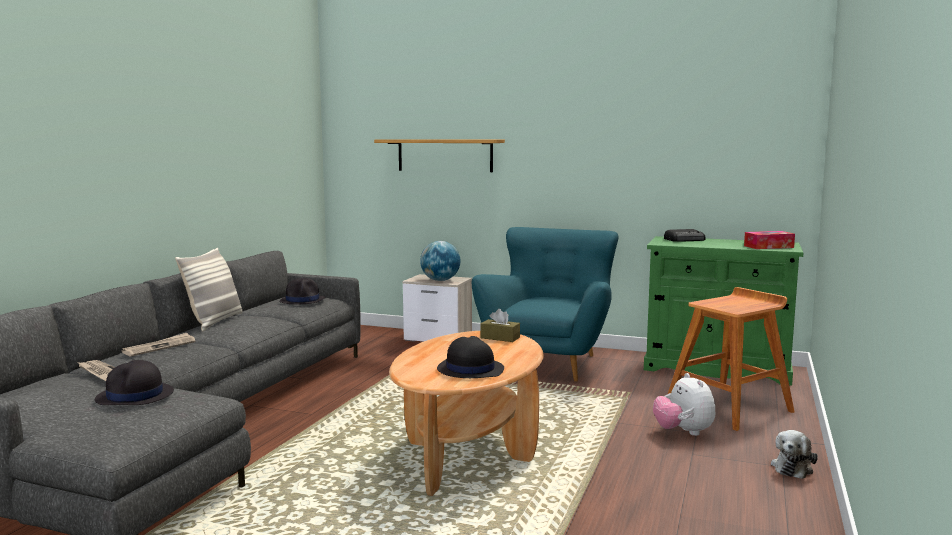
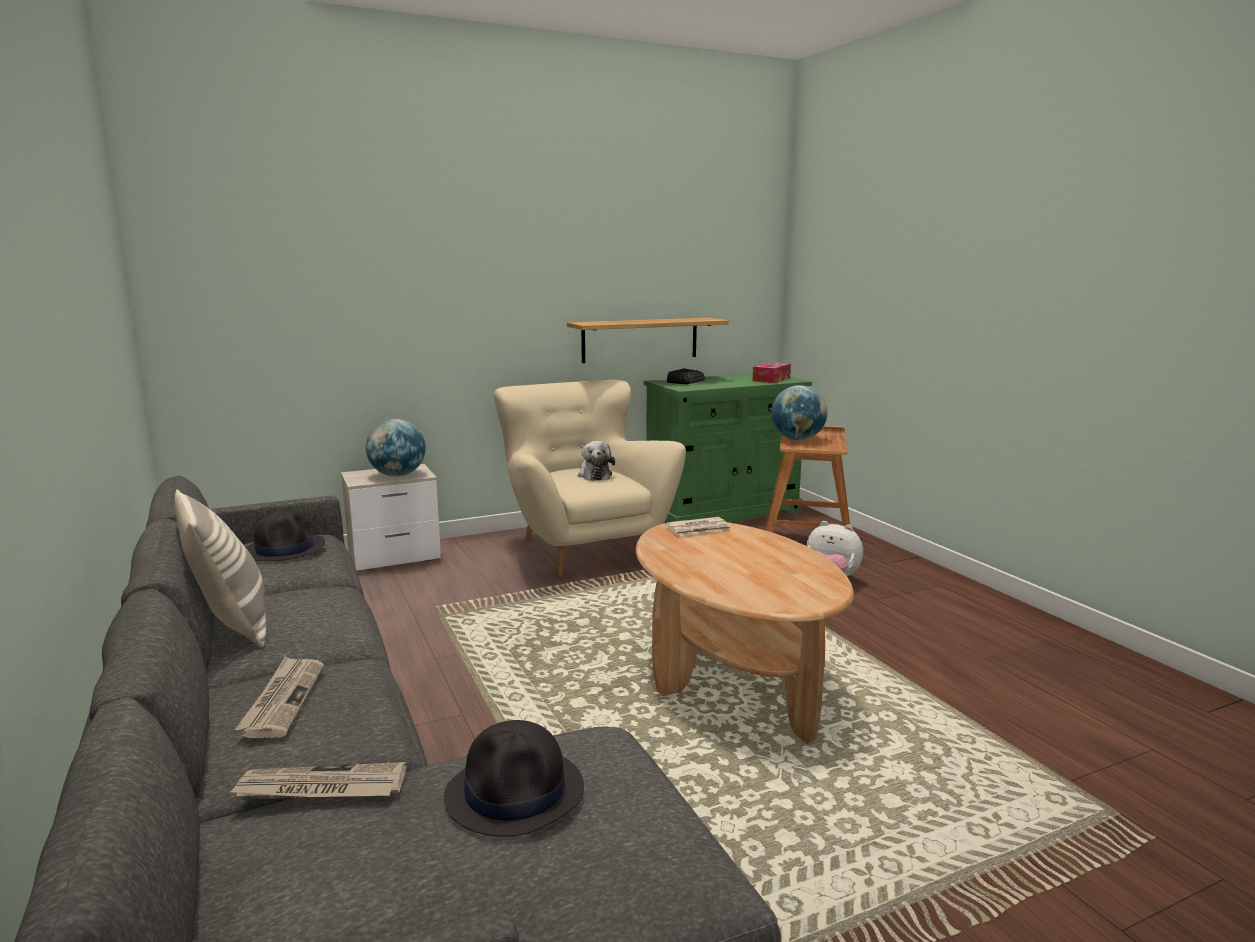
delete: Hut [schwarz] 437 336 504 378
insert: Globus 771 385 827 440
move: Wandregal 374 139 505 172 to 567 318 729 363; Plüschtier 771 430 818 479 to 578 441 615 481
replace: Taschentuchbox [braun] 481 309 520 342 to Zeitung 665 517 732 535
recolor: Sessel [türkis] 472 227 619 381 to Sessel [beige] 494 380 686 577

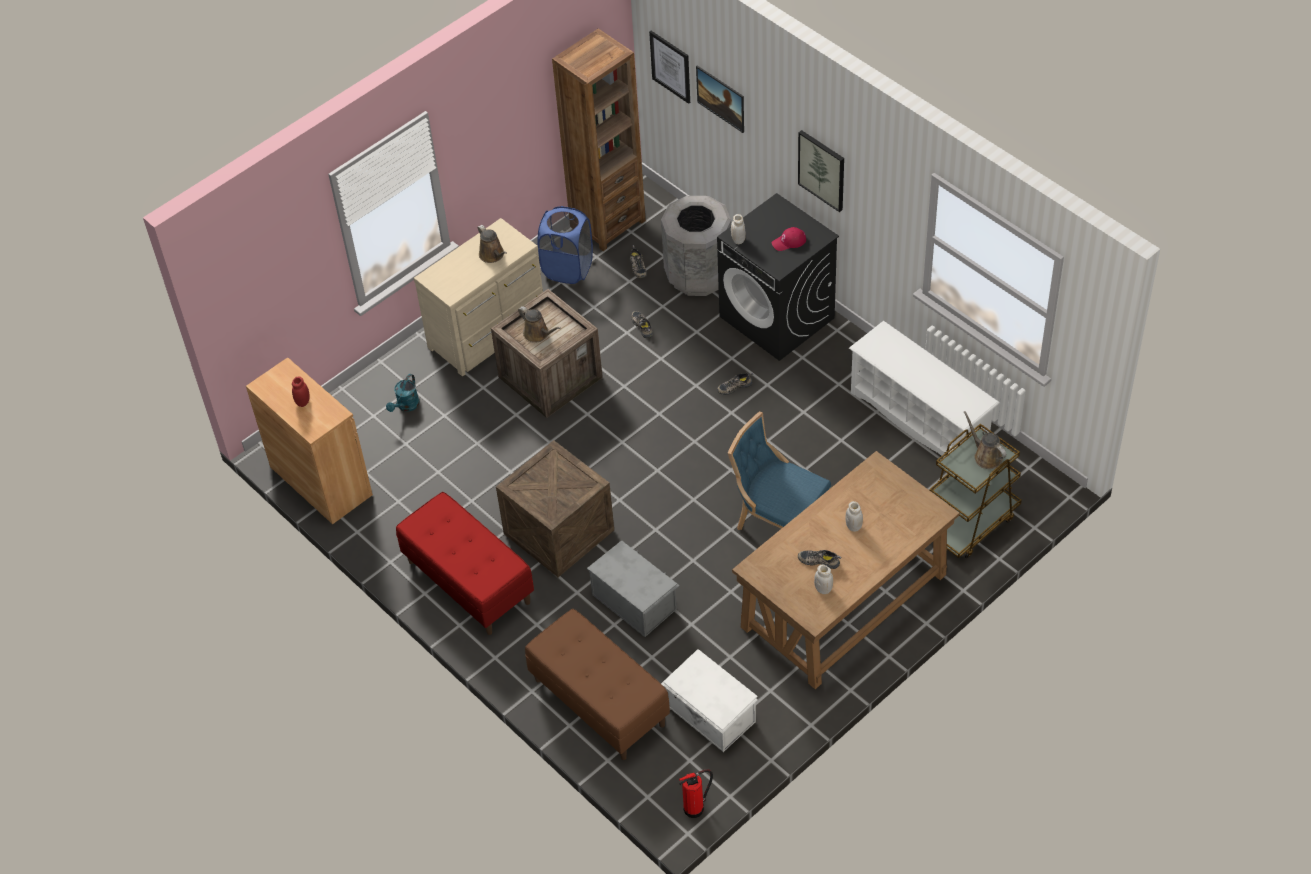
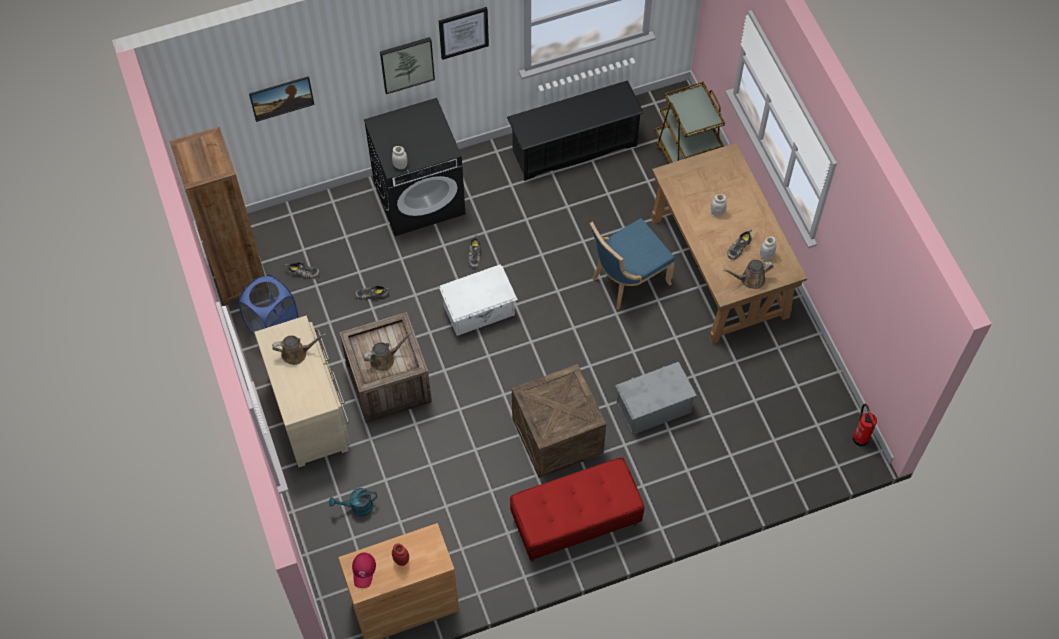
delete: Bank [braun] 525 609 670 760; Mülleimer [grau] 661 196 731 296
move: Bild 649 31 690 104 to 439 7 489 60; Aufbewahrungsbox [weiß] 661 649 758 752 to 439 264 518 336; Kappe [rot] 772 227 806 251 to 352 552 376 588; Gießkanne [braun] 964 411 1006 469 to 723 260 774 289
recolor: Schuhregal [weiß] 849 321 1000 458 to Schuhregal [schwarz] 507 80 644 181
rotate: Gießkanne [türkis] 386 374 420 412 = 329 488 377 516 120 degrees clockwise

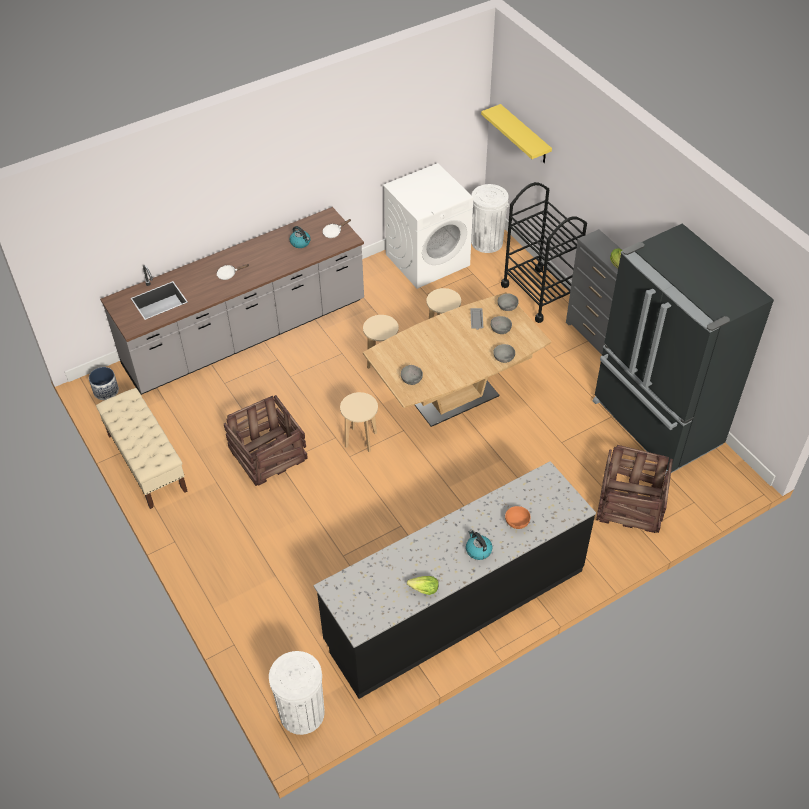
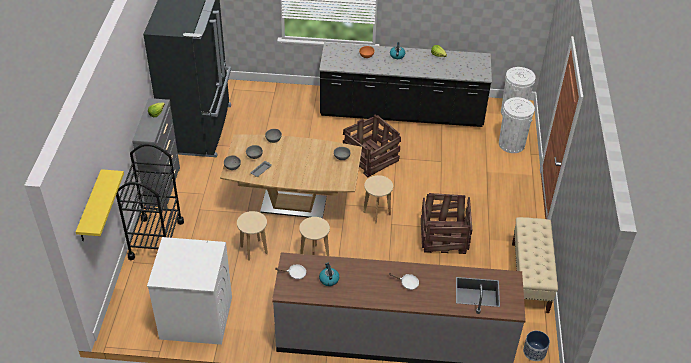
move: Mülleimer [weiß] 471 184 509 253 to 499 97 535 153; Kiste 596 445 673 533 to 343 115 401 177

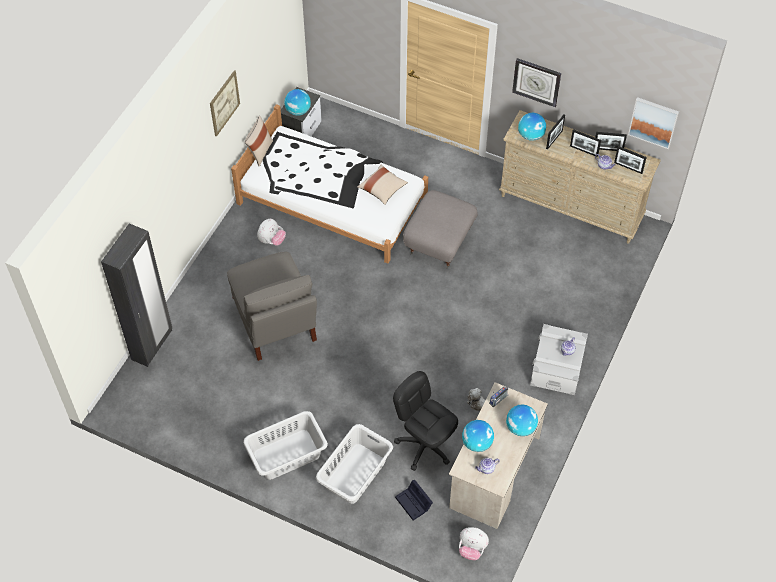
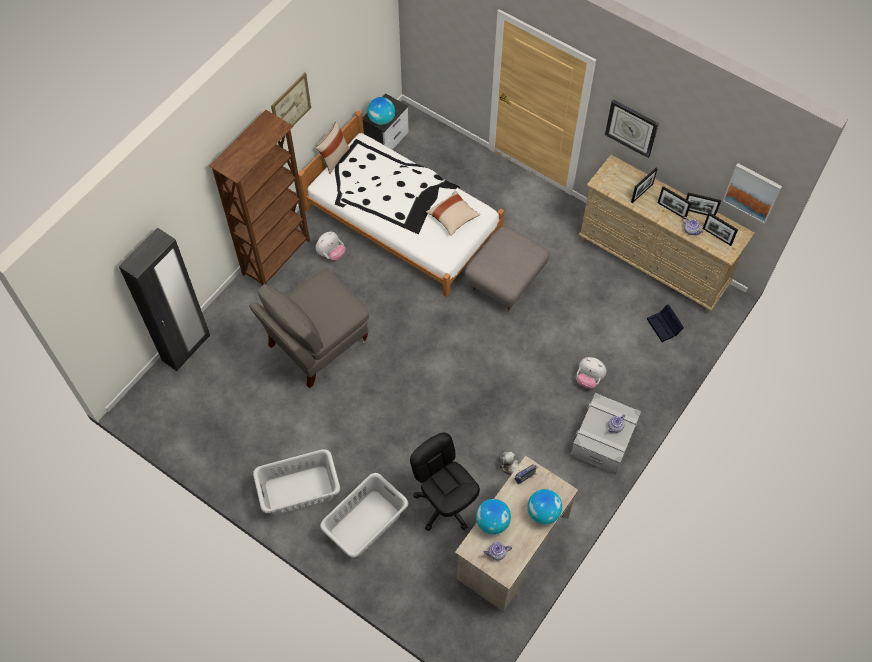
delete: Globus 518 113 546 141
insert: Bücherregal [braun] 209 110 310 286
move: Aufbewahrungsbox [schwarz] 395 480 433 521 to 647 305 684 342; Plüschtier 459 527 489 560 to 576 357 606 389
rotate: Sessel [grau] 227 252 317 361 = 249 269 369 388 60 degrees clockwise

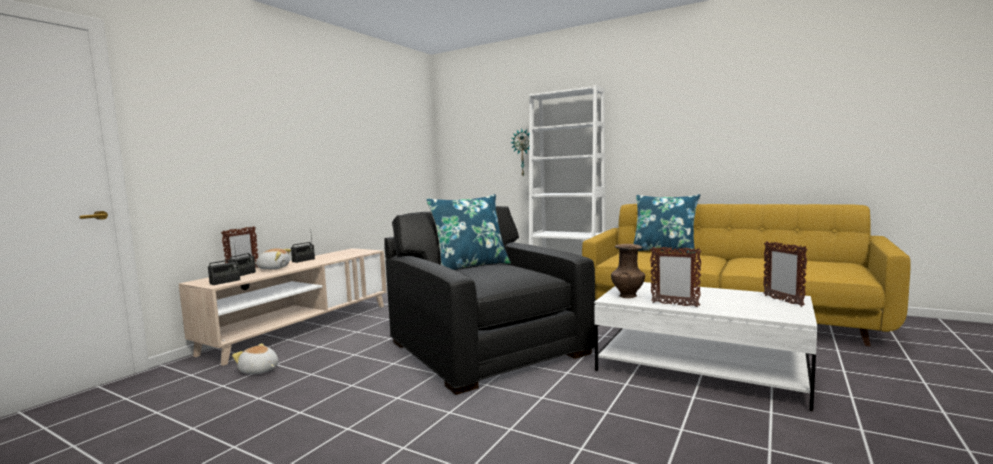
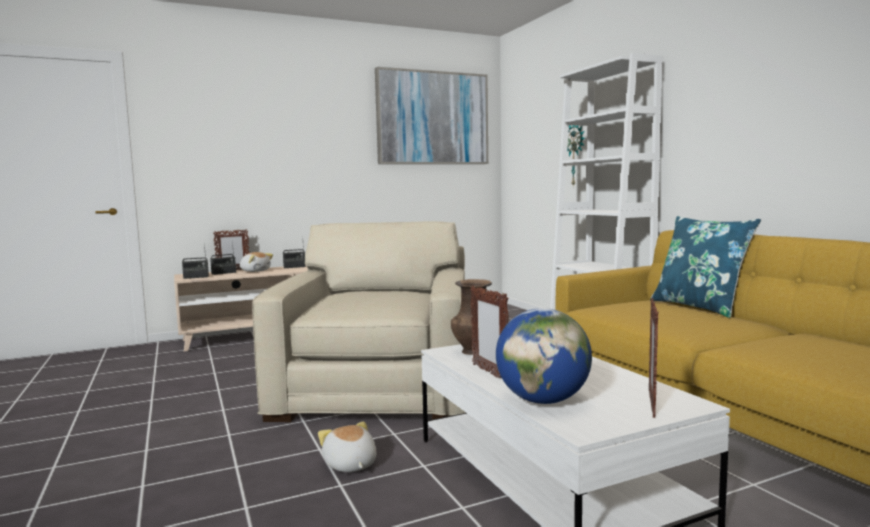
delete: Kissen [blau] 426 194 511 270
insert: Bild 375 67 488 164; Globus 496 308 592 404
move: Plüschtier 232 343 278 374 to 318 421 376 472
recolor: Sessel [schwarz] 384 206 595 395 to Sessel [beige] 252 221 465 422

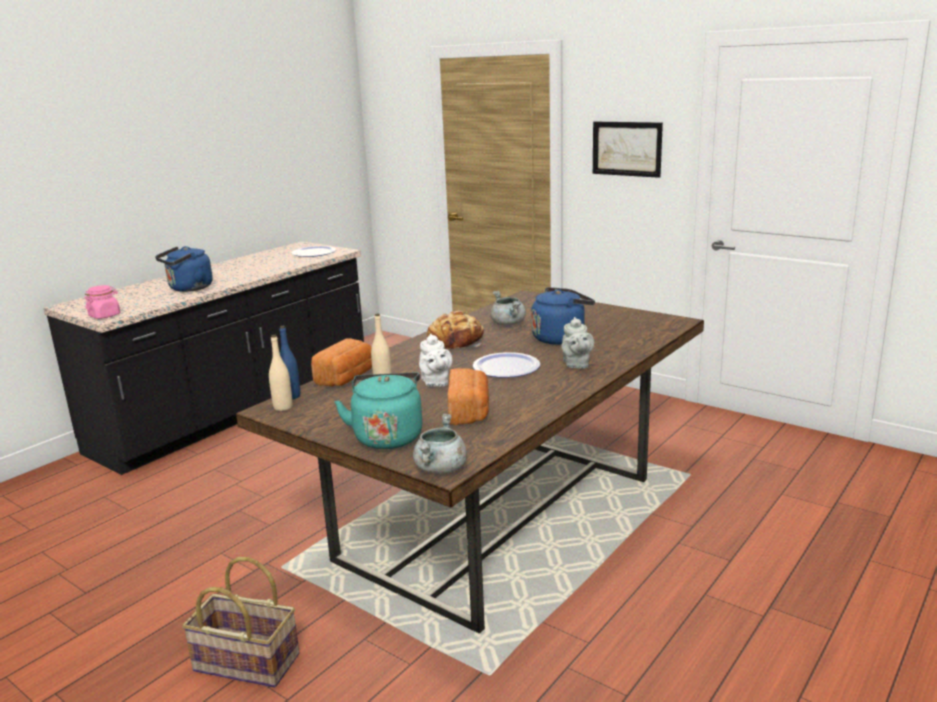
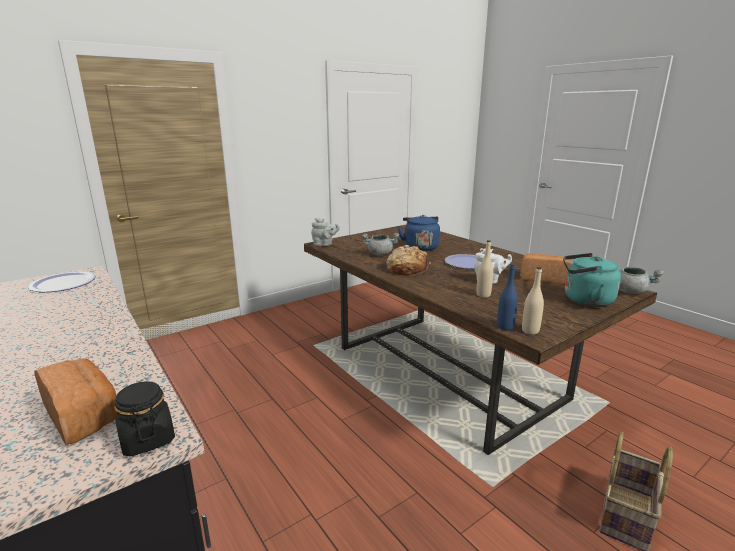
delete: Wasserkessel [blau] 155 246 213 292; Bild 593 122 663 178
move: Brot 311 338 372 387 to 34 358 117 445; Teekanne [grau] 561 317 594 369 to 311 218 340 246
recolor: Vorratsglas [rosa] 84 285 120 319 to Vorratsglas [schwarz] 114 381 175 457

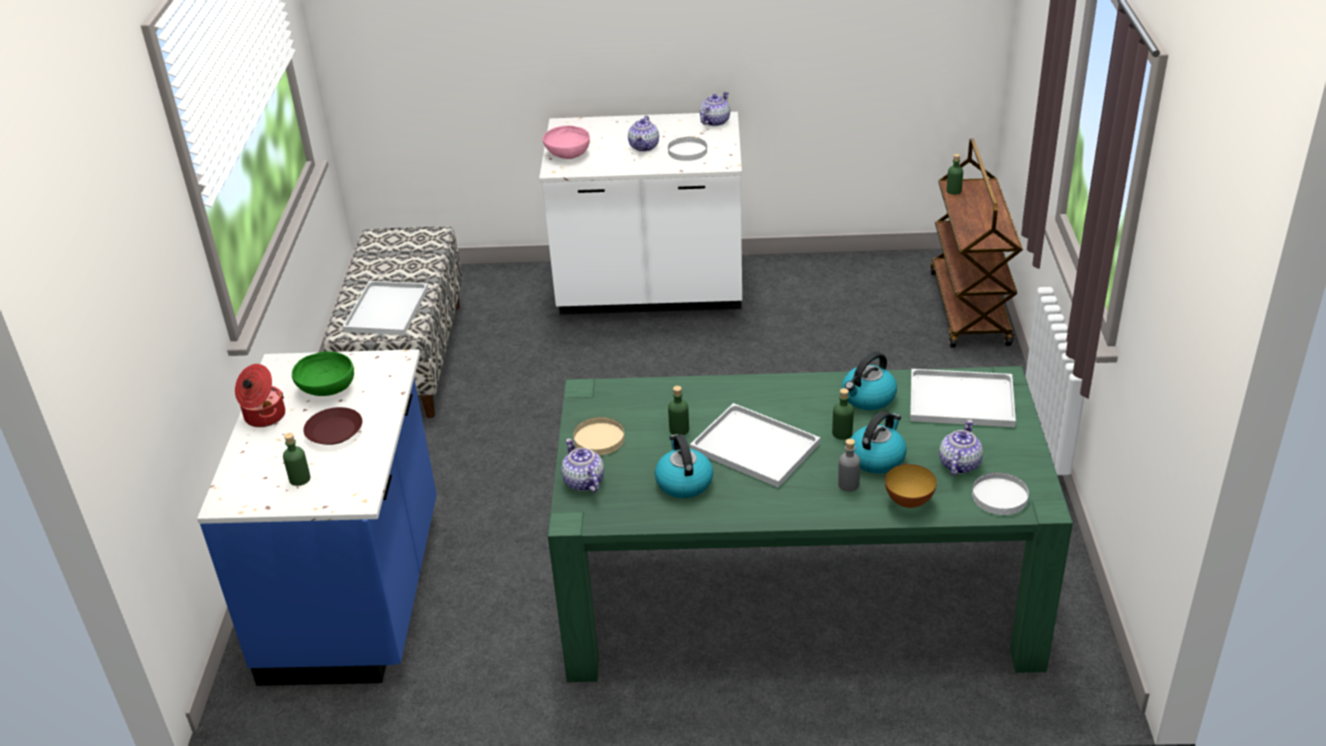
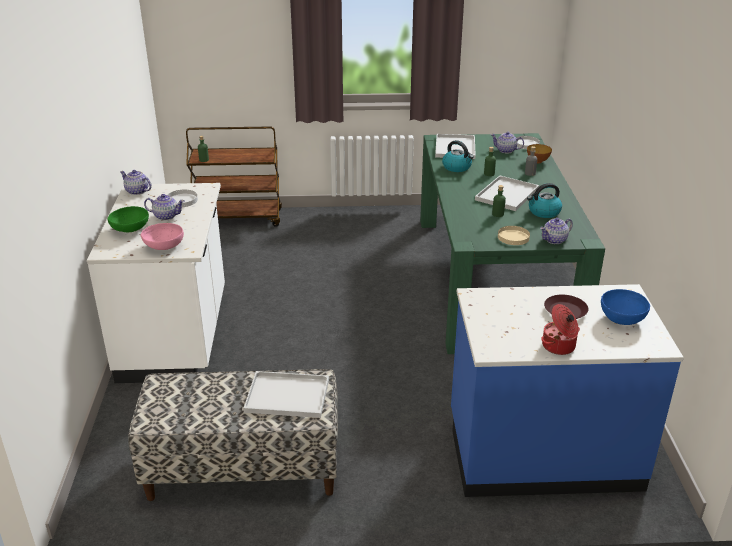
delete: Wasserkessel 850 411 907 474
move: Schüssel [grün] 292 351 354 396 to 108 206 149 232
replace: Flasche [grün] 283 433 310 486 to Schüssel [blau] 601 289 650 325

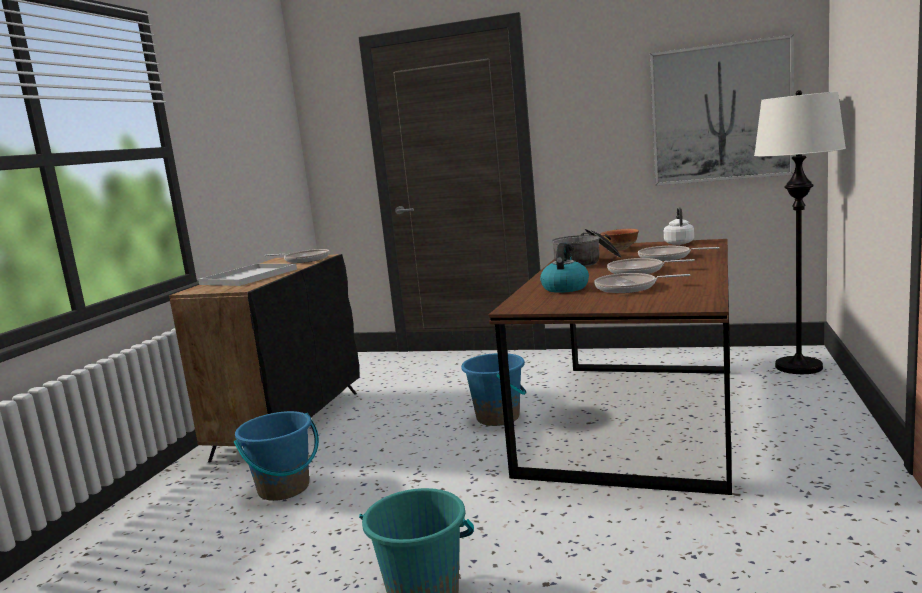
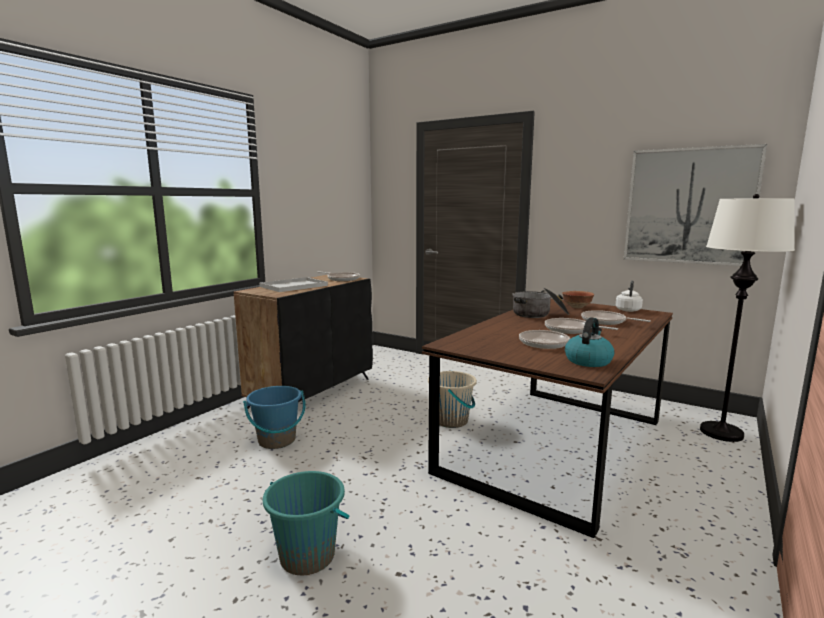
move: Wasserkessel 540 243 589 293 to 565 317 615 367
recolor: Eimer [blau] 461 353 526 426 to Eimer [beige] 428 371 477 428

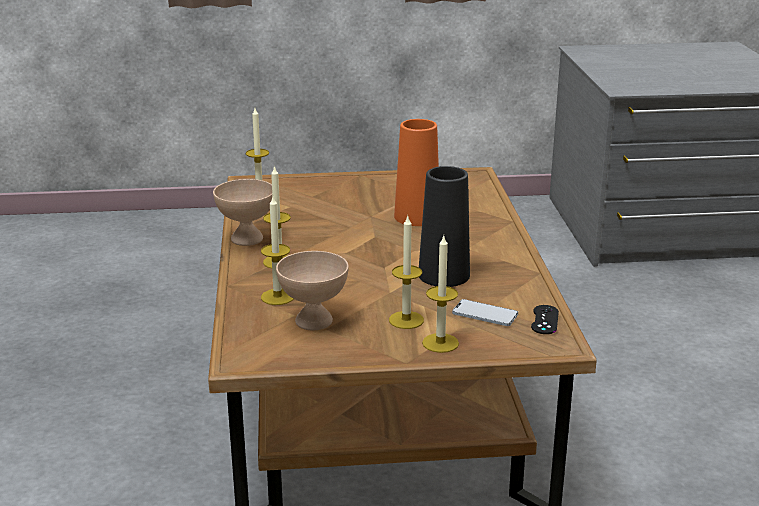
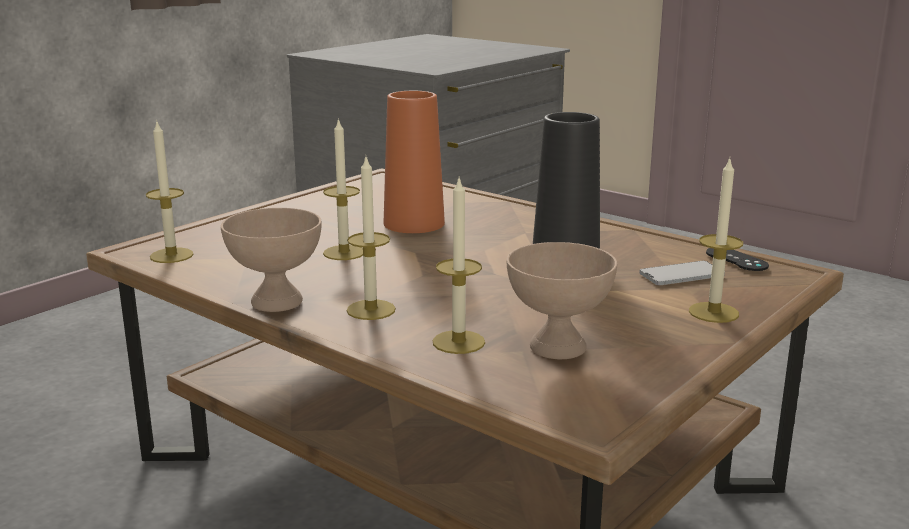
move: Kerze 389 216 424 329 to 323 118 363 260

